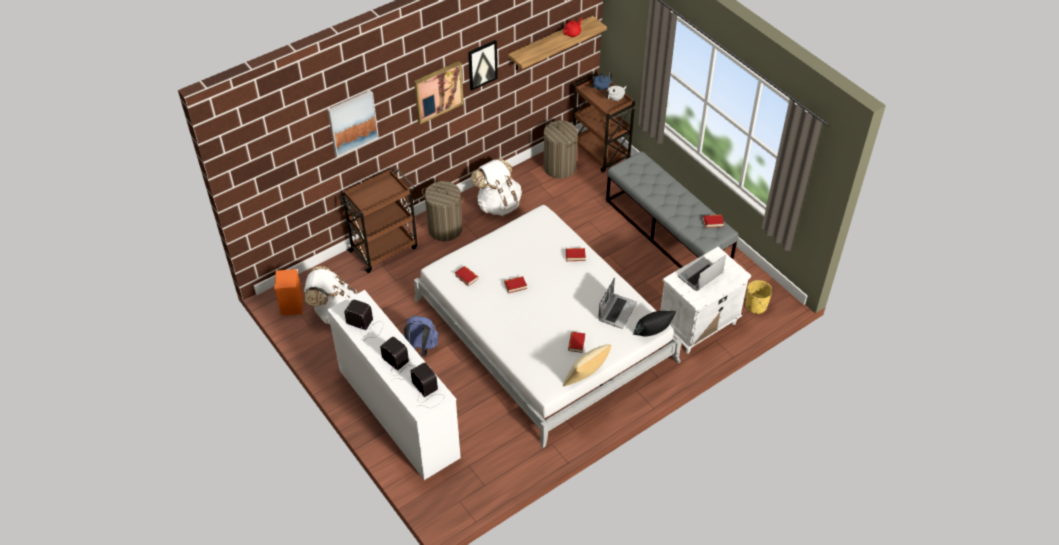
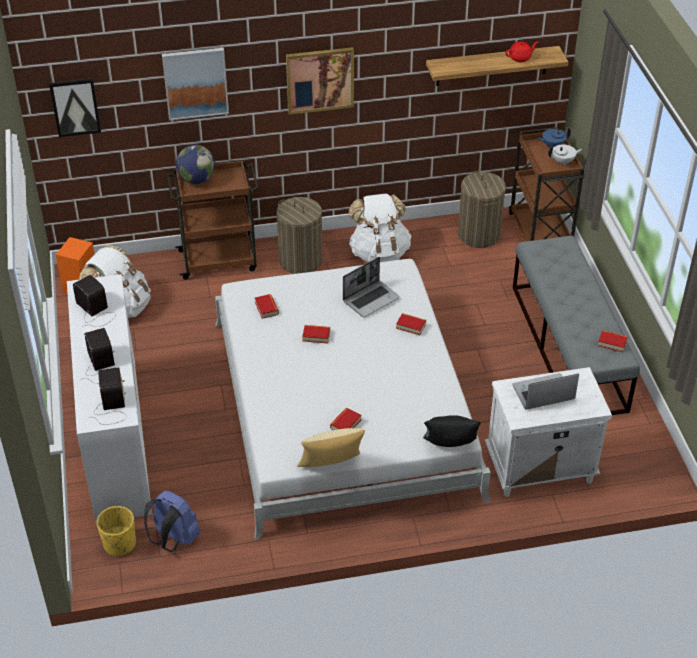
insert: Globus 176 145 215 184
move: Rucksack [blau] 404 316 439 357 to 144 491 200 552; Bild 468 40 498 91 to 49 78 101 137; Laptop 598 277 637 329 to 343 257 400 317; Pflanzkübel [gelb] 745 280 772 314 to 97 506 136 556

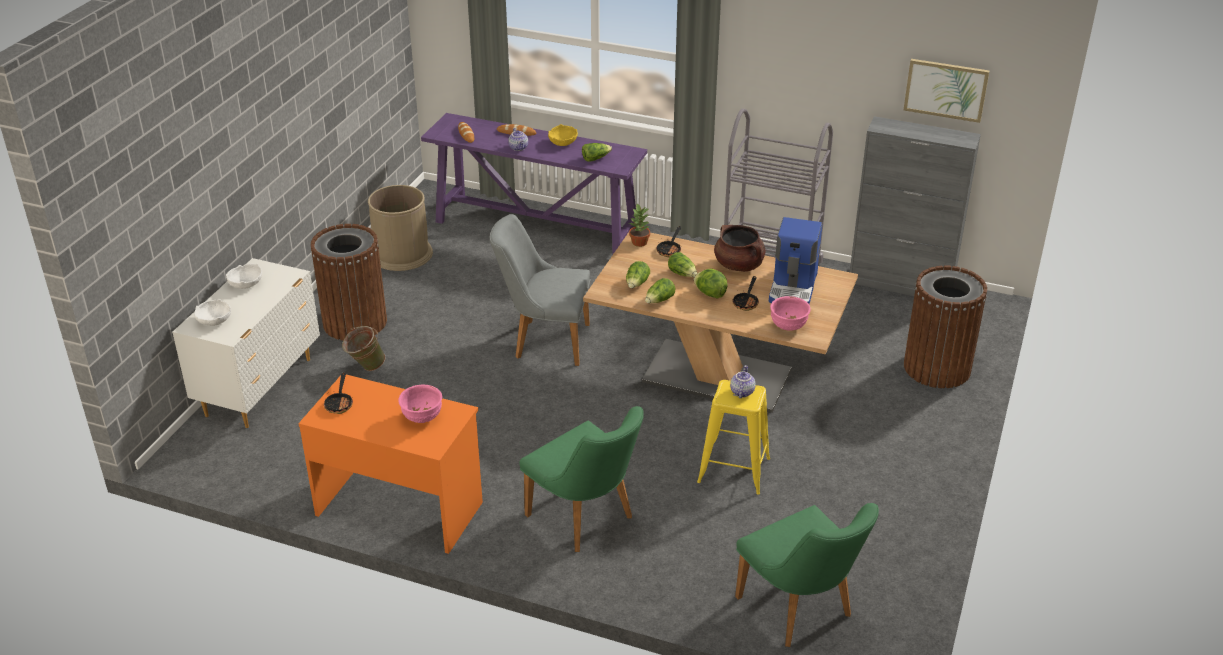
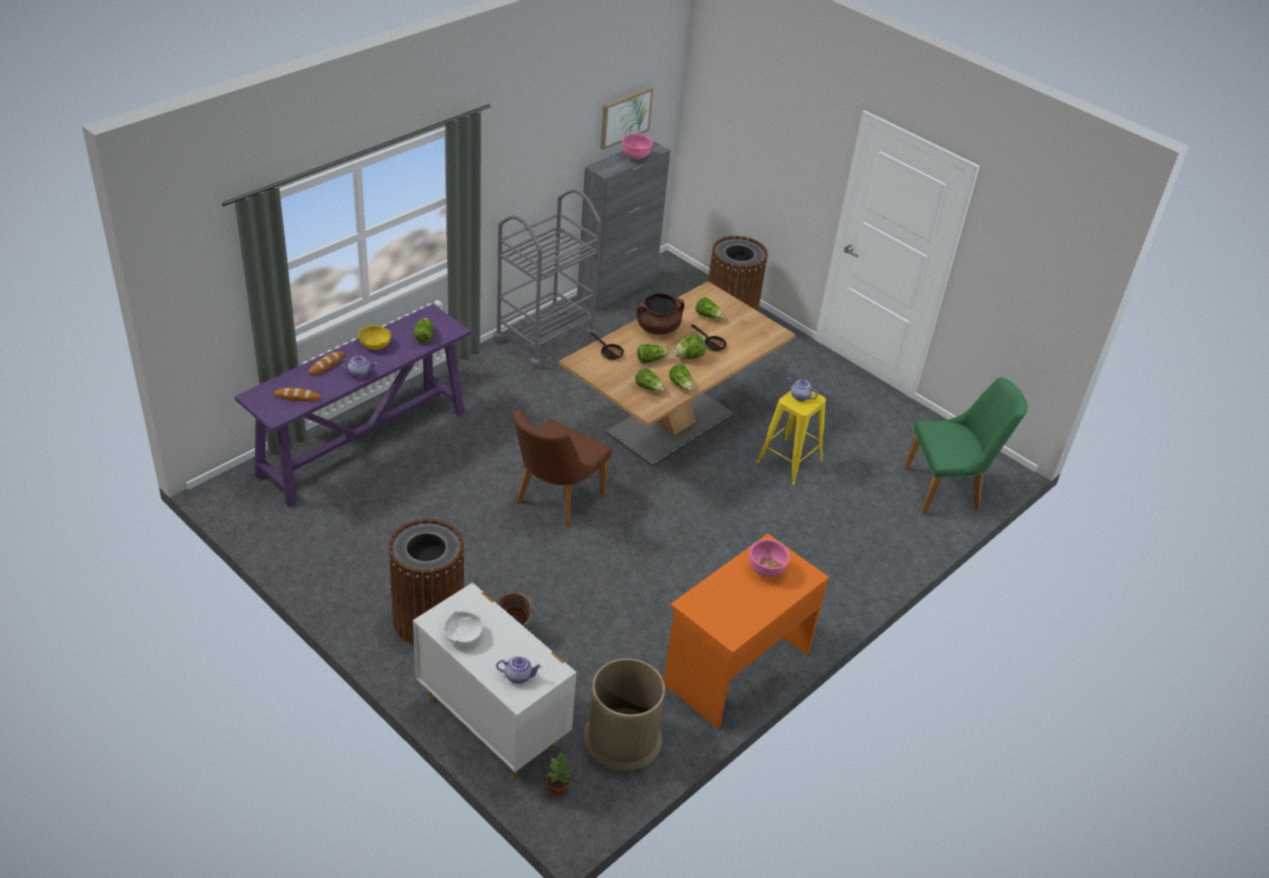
delete: Pfanne 324 372 353 414; Stuhl [grün] 519 406 643 552
move: Mülleimer [braun] 368 185 433 271 to 583 658 665 771; Topfpflanze 629 204 650 247 to 546 752 571 795; Schüssel [rosa] 770 296 811 331 to 622 133 653 160
replace: Schüssel [weiß] 194 299 231 326 to Teekanne 496 656 542 684; Kaffeemaschine 769 217 822 304 to Salatkopf 695 297 724 319
recolor: Stuhl [grau] 490 214 591 366 to Stuhl [braun] 513 410 612 527

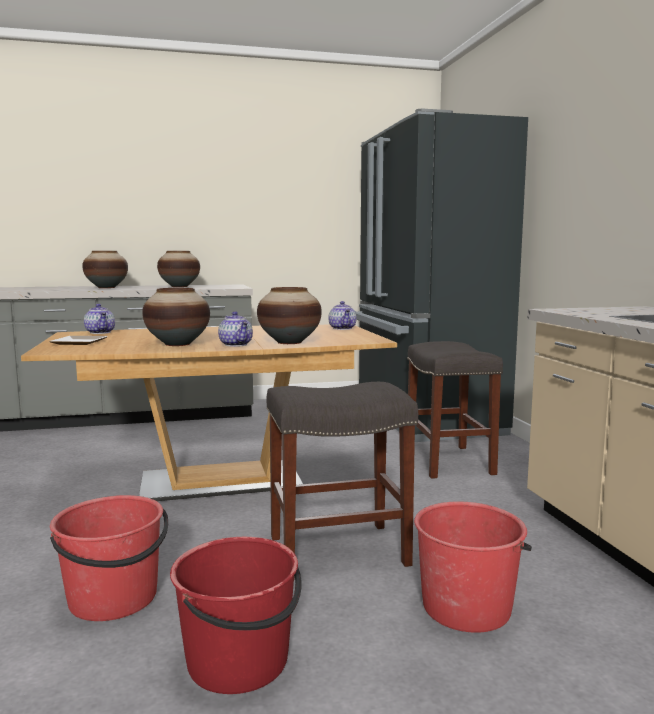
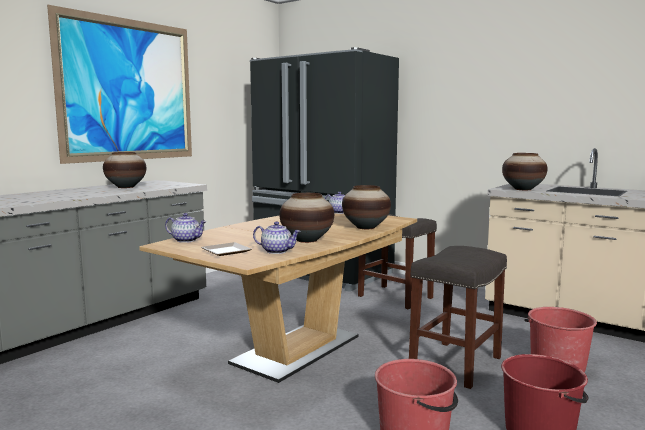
insert: Bild 47 5 192 164
move: Vase 82 251 128 288 to 502 153 548 190; Teekanne 218 311 253 347 to 253 222 301 254

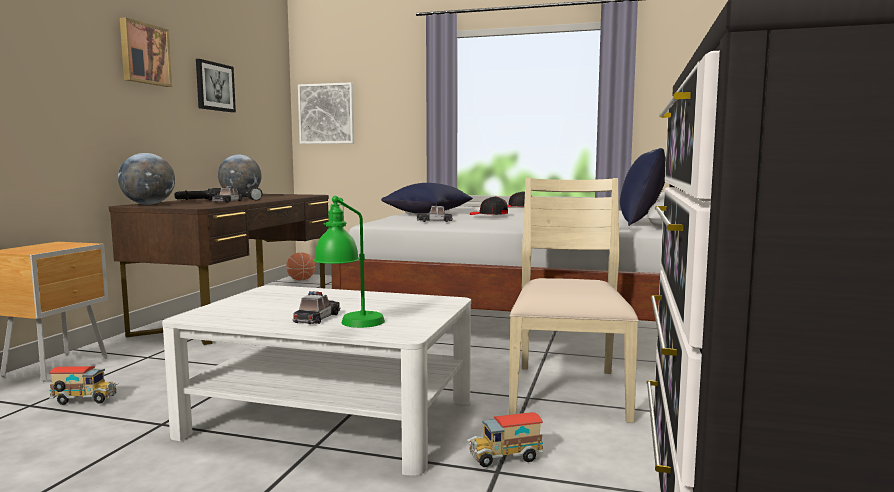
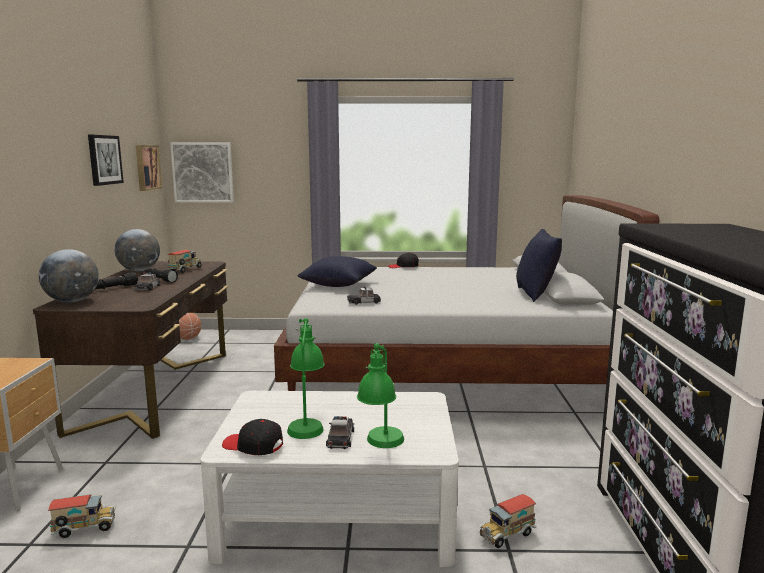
delete: Stuhl [beige] 509 178 639 423
insert: Spielzeuglaster 167 249 202 273; Tischlampe [grün] 287 318 325 439
move: Bild 120 17 172 87 to 136 145 162 191; Kappe [schwarz] 470 196 508 215 to 222 419 283 455

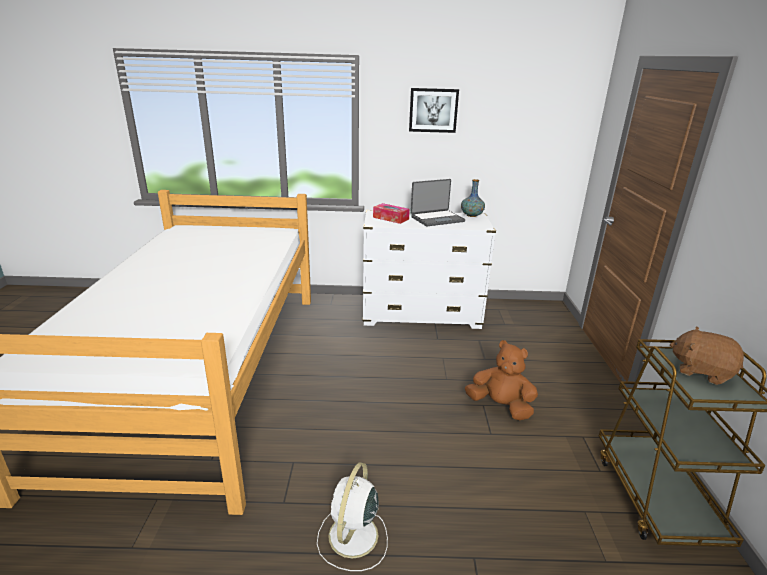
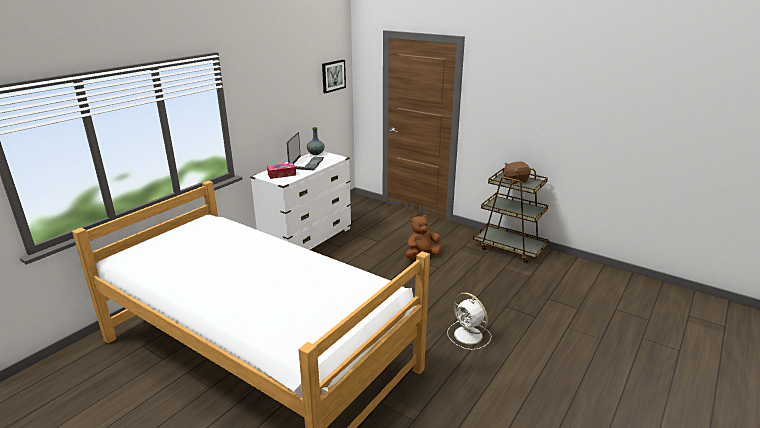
move: Bild 409 88 459 133 to 322 59 346 93

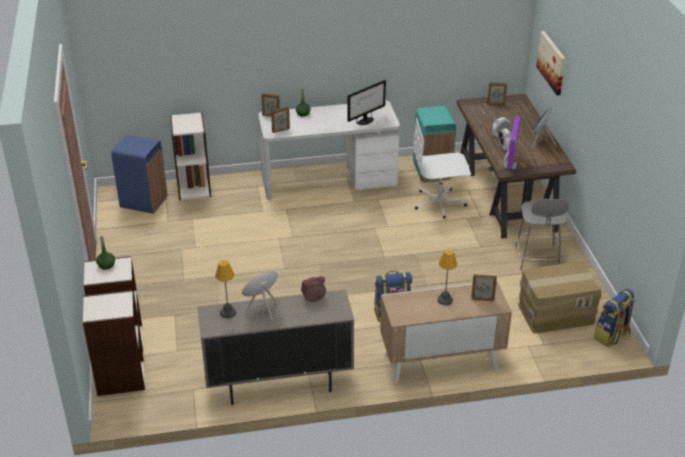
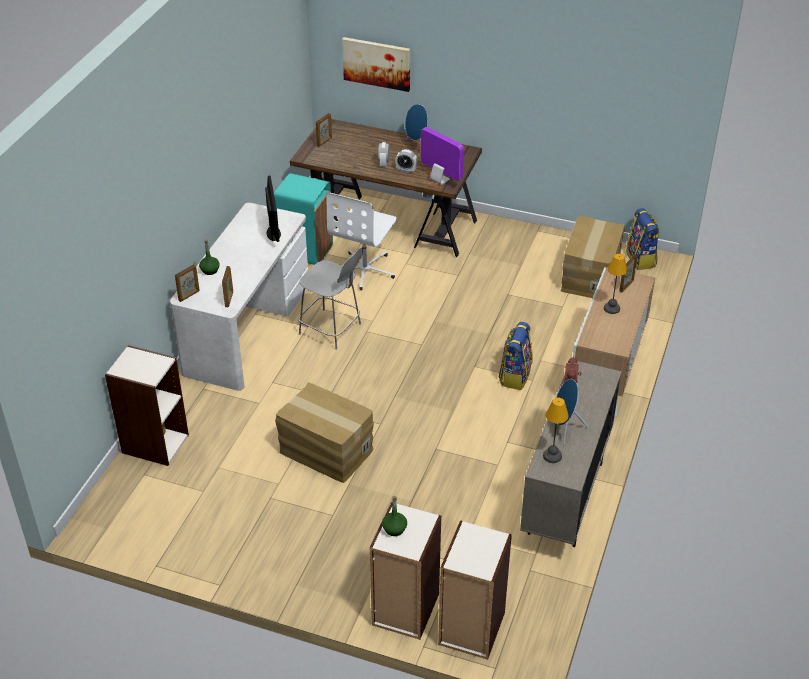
delete: Mülleimer [blau] 111 135 167 214
insert: Karton 275 382 374 483
move: Stuhl [grau] 515 199 569 270 to 299 248 363 350

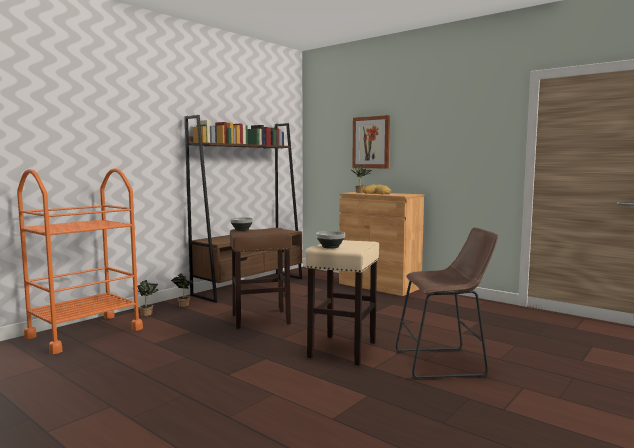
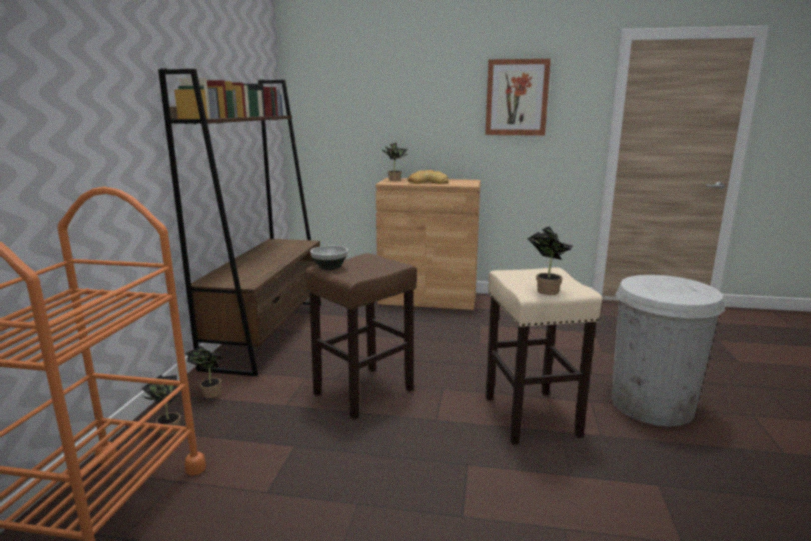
move: Bild 352 115 390 168 to 485 59 551 136
replace: Schüssel 316 231 345 249 to Topfpflanze 527 226 573 295; Hocker [braun] 396 227 498 380 to Mülleimer [weiß] 611 275 725 426

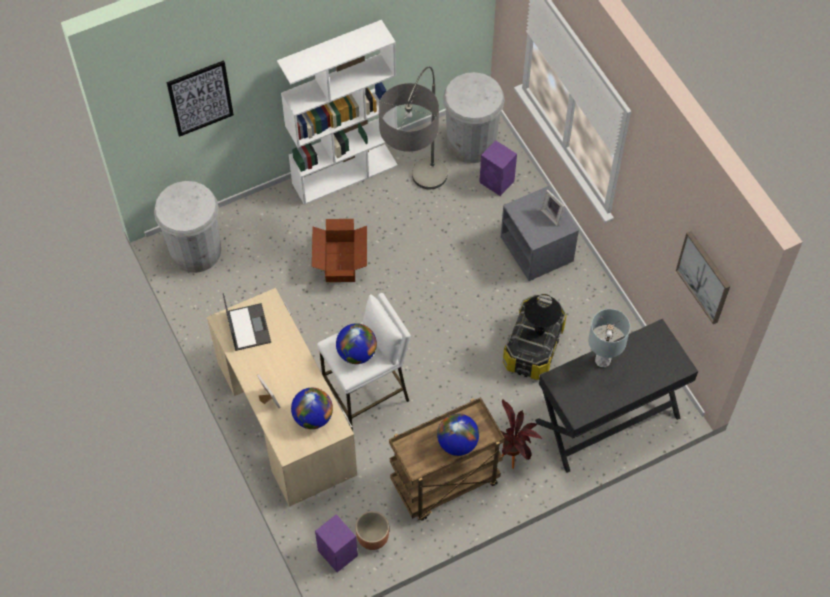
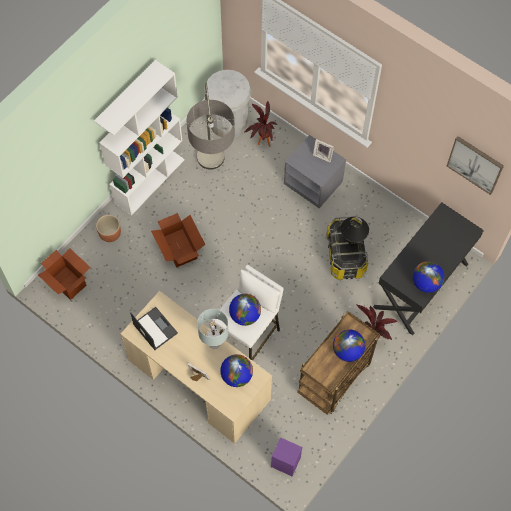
delete: Bild 166 60 234 137
insert: Globus 413 261 445 293
move: Pflanzkübel [braun] 355 511 389 550 to 96 215 121 242; Tischlampe [grau] 588 309 630 367 to 197 309 228 349
replace: Mülleimer [weiß] 154 181 221 273 to Karton 38 249 91 300; Lautsprecher [lila] 479 140 517 196 to Topfpflanze 244 101 277 147

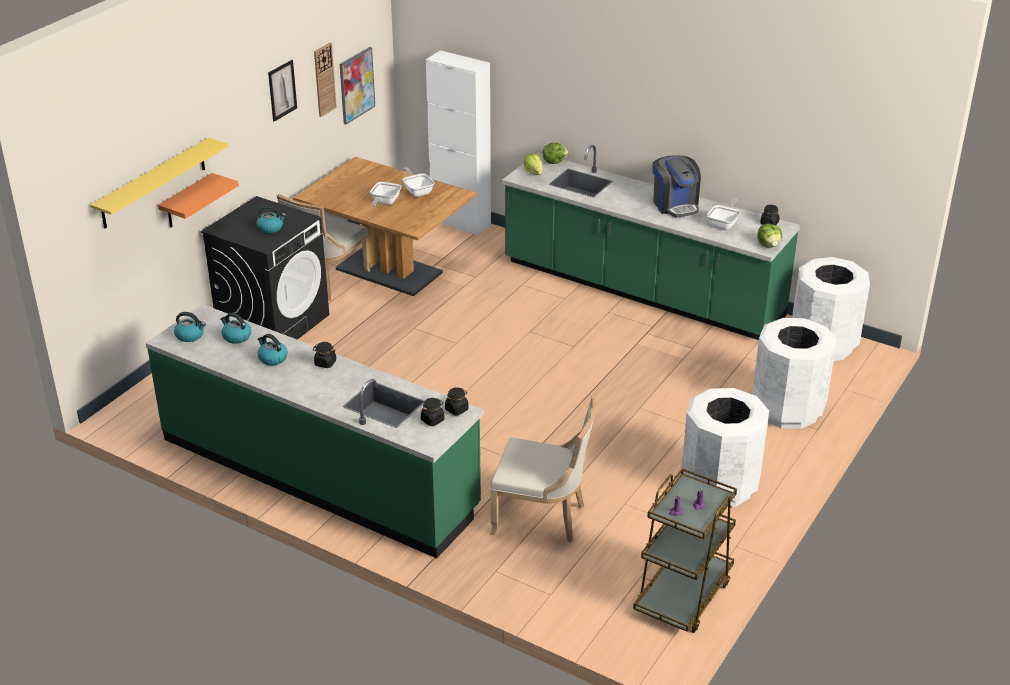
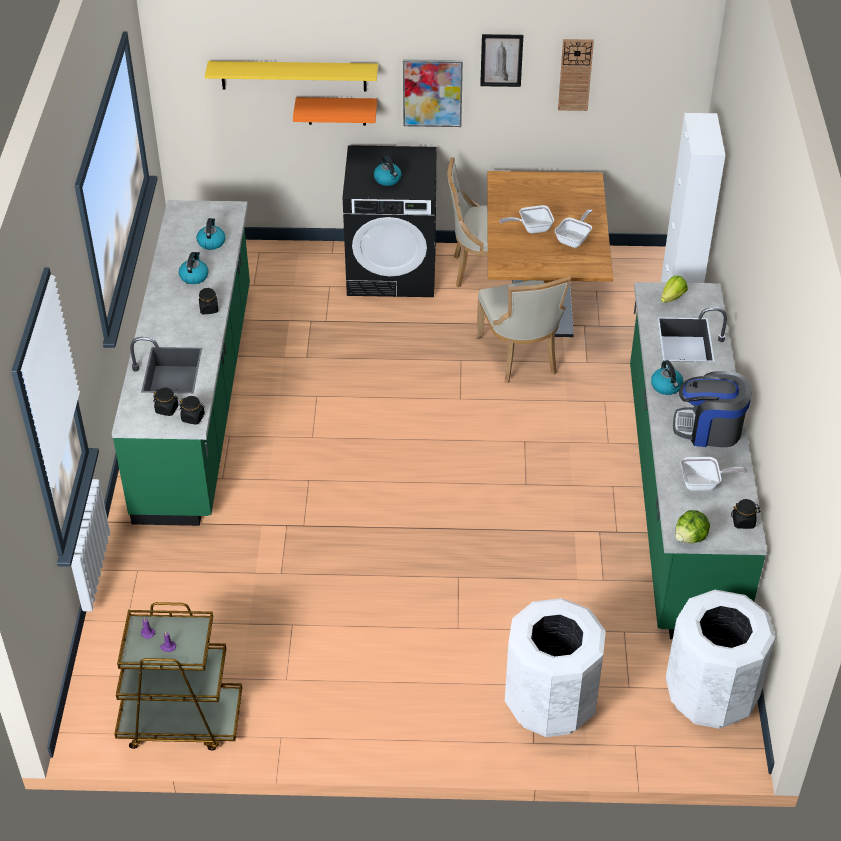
delete: Salatkopf 543 143 569 164; Mülleimer [weiß] 682 388 769 507
move: Wasserkessel 174 312 206 342 to 651 360 683 395; Bild 340 47 375 124 to 403 59 463 127; Stuhl [beige] 490 397 596 543 to 476 276 571 383
rotate: Kaffeemaschine 652 156 701 218 = 673 371 752 447 60 degrees clockwise

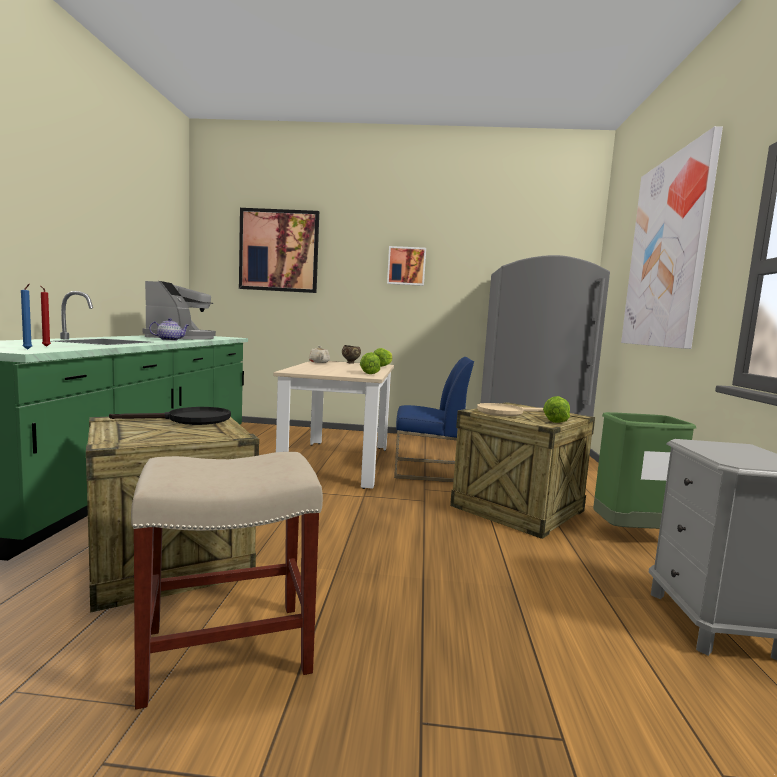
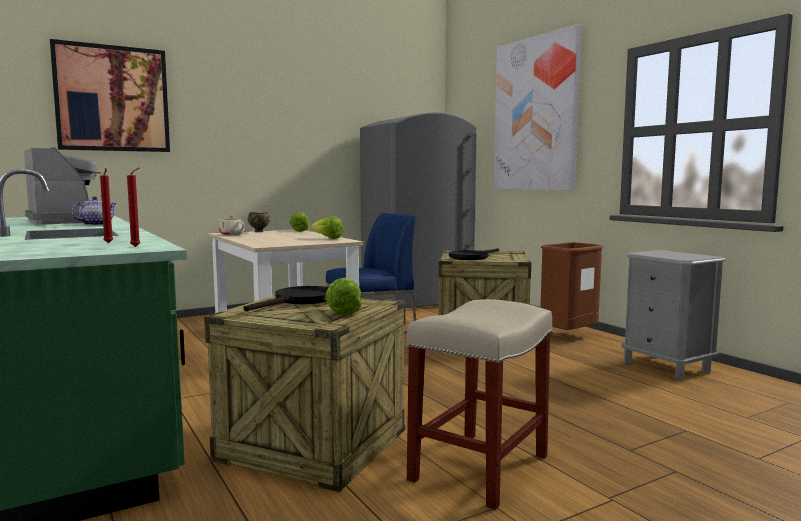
delete: Bild 387 246 426 286
move: Salatkopf 543 396 570 423 to 325 278 362 316
recolor: Kerze [blau] 21 284 32 350 to Kerze [rot] 127 167 141 247; Pfanne [beige] 477 403 544 417 to Pfanne [schwarz] 449 248 499 260; Mülleimer [grün] 593 412 697 529 to Mülleimer [braun] 540 242 604 330

